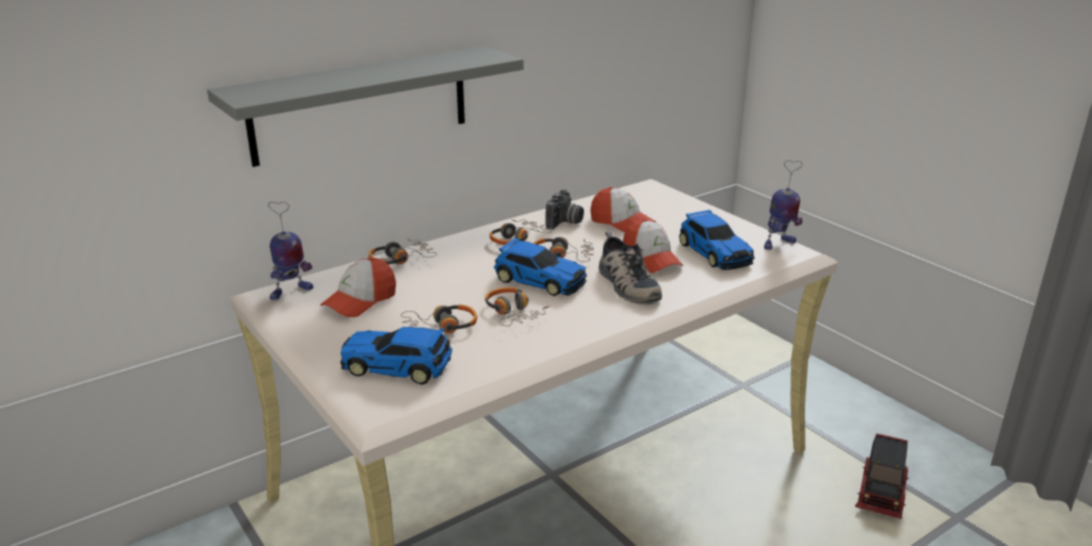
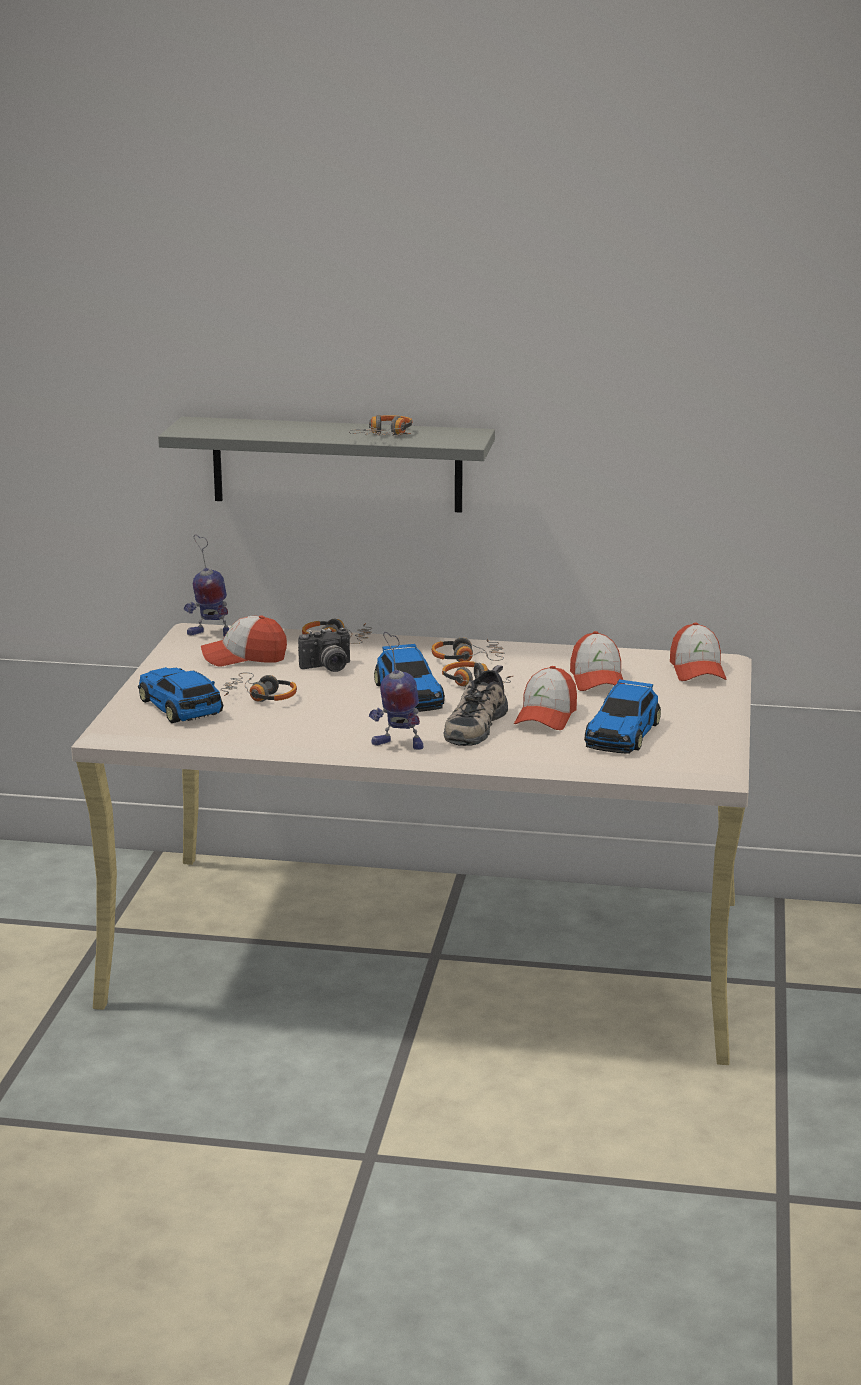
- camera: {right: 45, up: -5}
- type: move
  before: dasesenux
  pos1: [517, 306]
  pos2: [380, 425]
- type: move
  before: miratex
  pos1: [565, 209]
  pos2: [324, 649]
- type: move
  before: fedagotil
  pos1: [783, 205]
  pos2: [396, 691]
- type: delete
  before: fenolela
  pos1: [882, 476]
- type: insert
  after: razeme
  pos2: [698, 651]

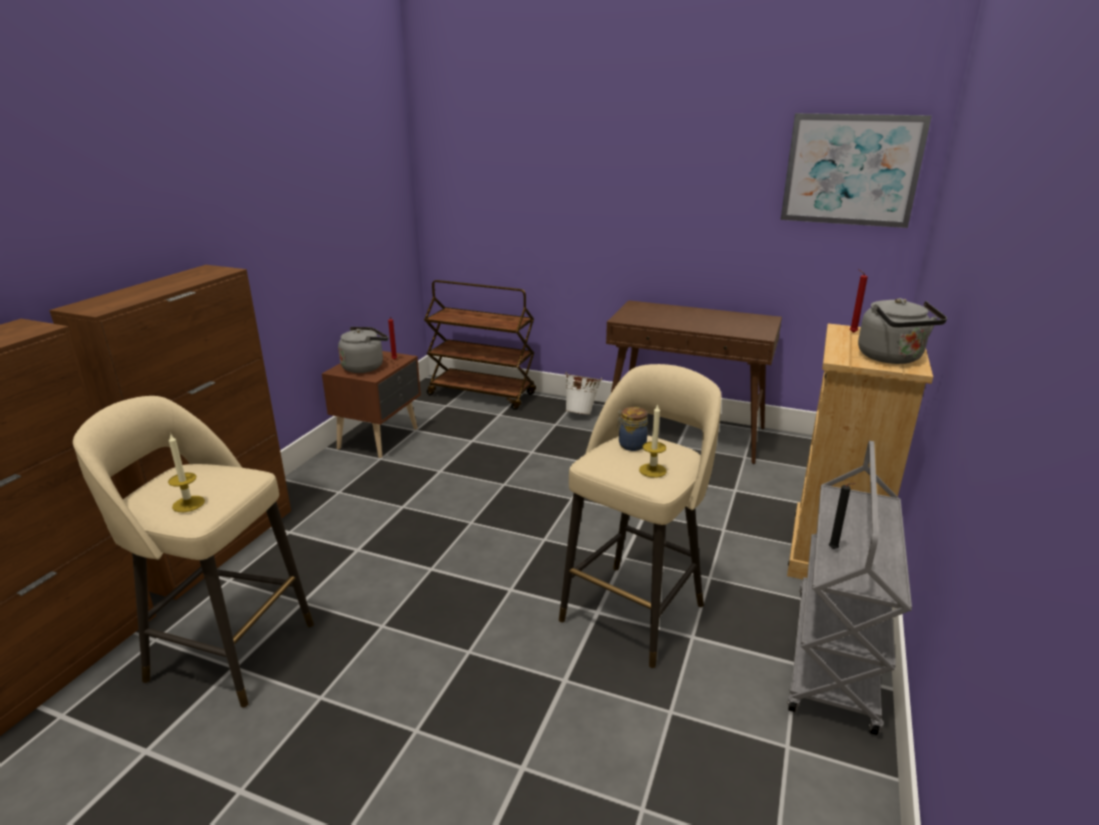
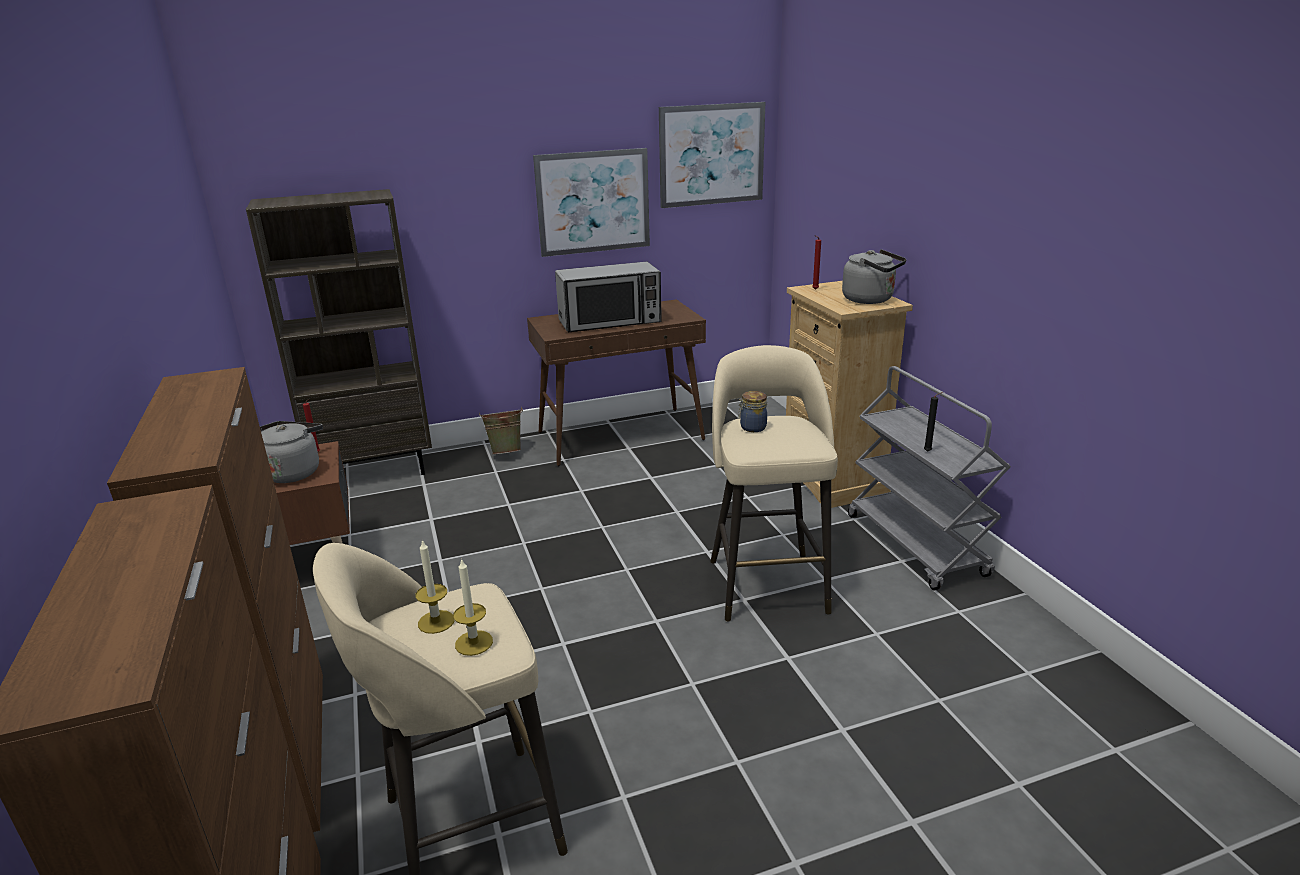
- camera: {right: -40, up: 0}
- type: replace
  before: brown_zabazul
  after: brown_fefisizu
  pos1: [480, 345]
  pos2: [339, 332]
- type: recolor
  before: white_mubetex
  after: green_mubetex
  pos1: [583, 393]
  pos2: [501, 431]
- type: move
  before: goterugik
  pos1: [653, 441]
  pos2: [435, 586]
- type: insert
  after: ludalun
  pos2: [591, 202]
- type: insert
  after: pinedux
  pos2: [608, 297]

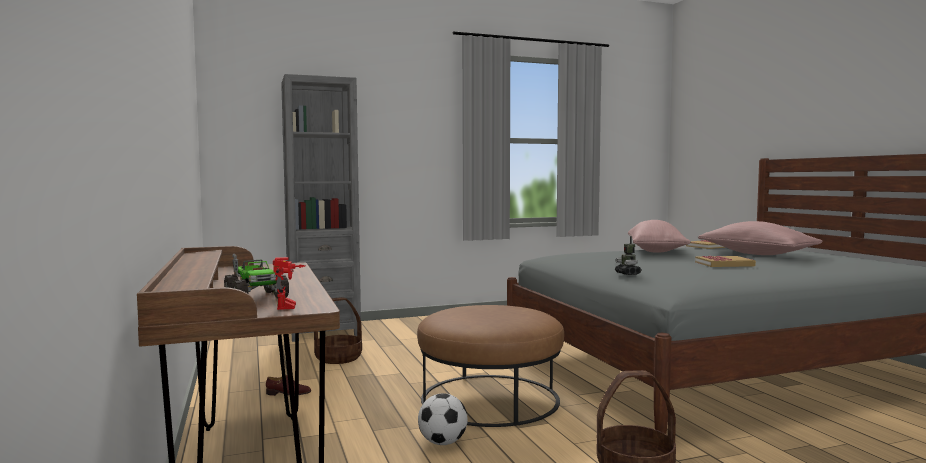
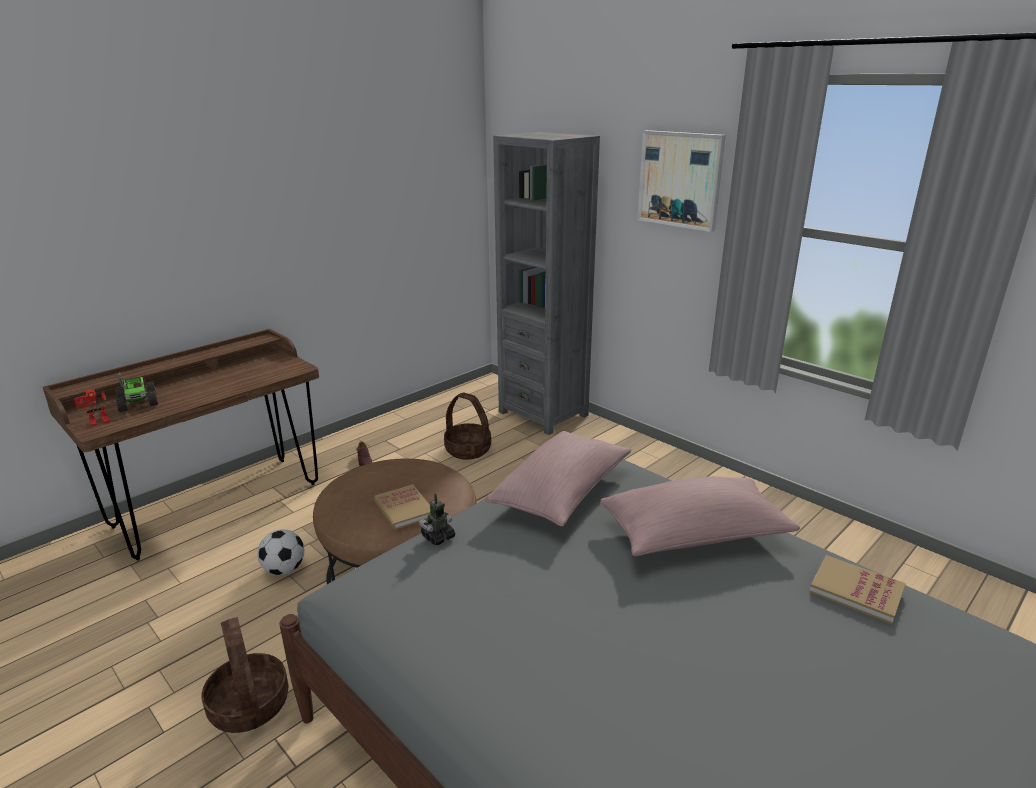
- camera: {right: 65, up: 20}
- type: rotate
  before: fenolela
  pos1: [256, 276]
  pos2: [136, 392]
  turn: -60
- type: move
  before: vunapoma
  pos1: [725, 261]
  pos2: [402, 507]
- type: move
  before: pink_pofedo
  pos1: [760, 238]
  pos2: [558, 478]
- type: insert
  after: ludalun
  pos2: [681, 181]

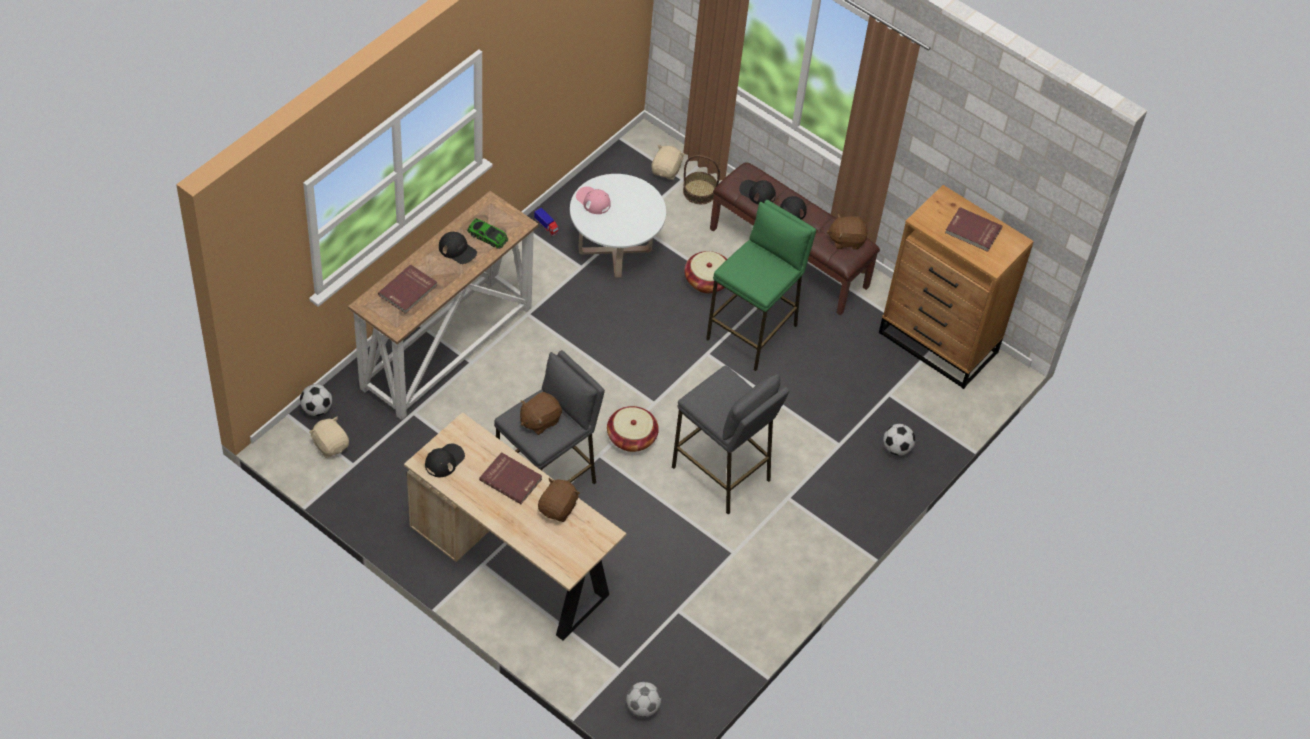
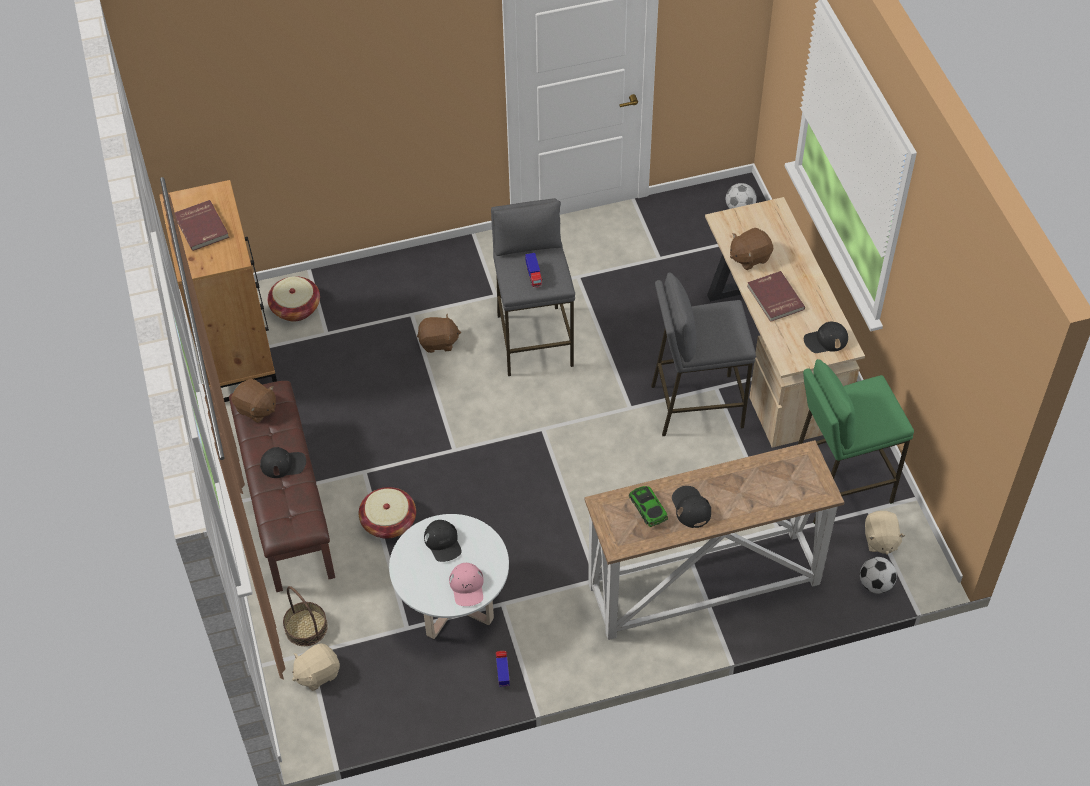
- camera: {right: -140, up: 0}
- type: delete
  before: red_vunapoma
  pos1: [407, 289]
- type: move
  before: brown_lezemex
  pos1: [541, 413]
  pos2: [439, 333]
- type: move
  before: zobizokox
  pos1: [633, 429]
  pos2: [293, 298]
- type: move
  before: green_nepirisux
  pos1: [761, 285]
  pos2: [856, 441]
- type: move
  before: black_razeme
  pos1: [757, 192]
  pos2: [443, 541]
- type: delete
  before: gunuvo
  pos1: [899, 440]
- type: insert
  after: fenolela
  pos2: [534, 270]

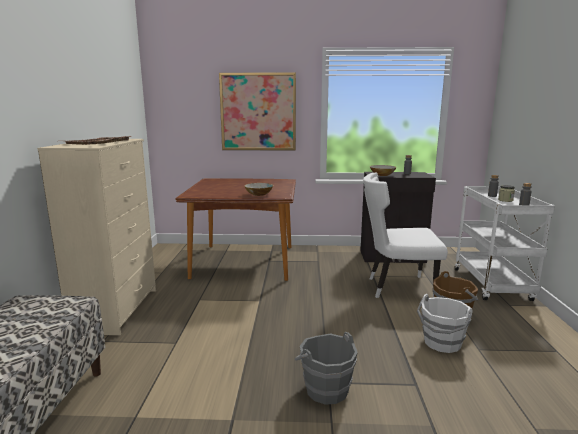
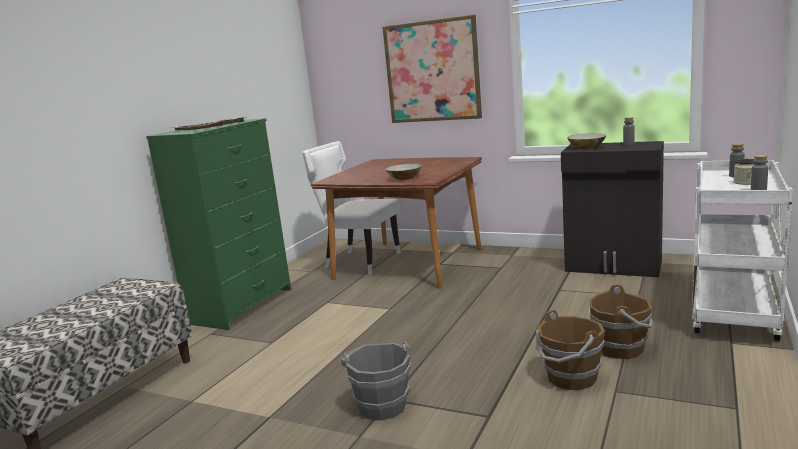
- camera: {right: 25, up: 0}
- type: recolor
  before: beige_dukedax
  after: green_dukedax
  pos1: [96, 237]
  pos2: [218, 224]
- type: move
  before: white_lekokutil
  pos1: [405, 235]
  pos2: [351, 207]
- type: recolor
  before: white_mubetex
  after: brown_mubetex
  pos1: [445, 323]
  pos2: [570, 350]

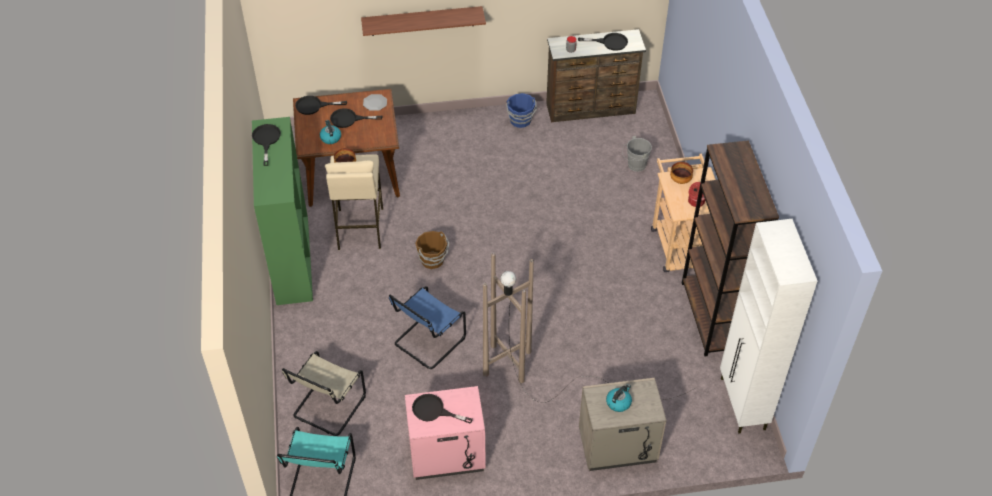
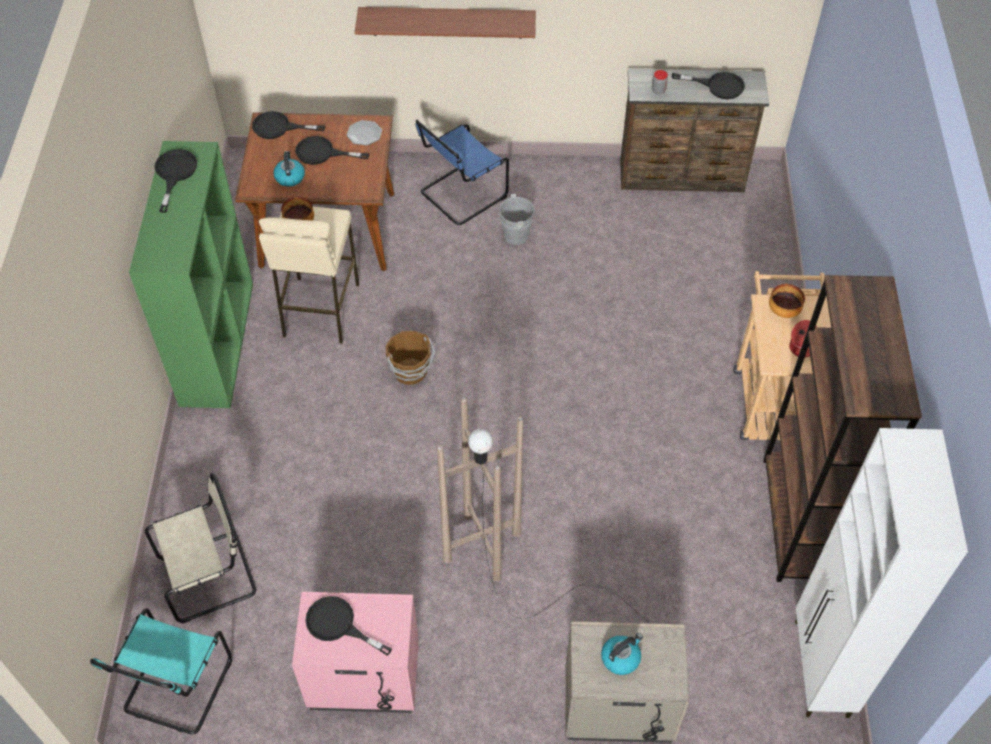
- camera: {right: 10, up: 5}
- type: rotate
  before: beige_lekokutil
  pos1: [324, 393]
  pos2: [200, 548]
  turn: -150
- type: move
  before: blue_lekokutil
  pos1: [427, 327]
  pos2: [462, 172]
- type: delete
  before: blue_mubetex
  pos1: [521, 110]
- type: move
  before: grey_mubetex
  pos1: [637, 154]
  pos2: [514, 219]

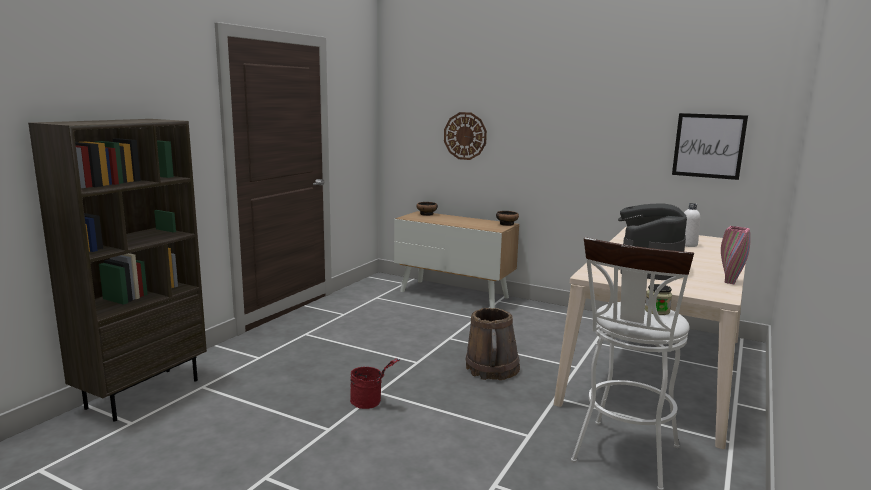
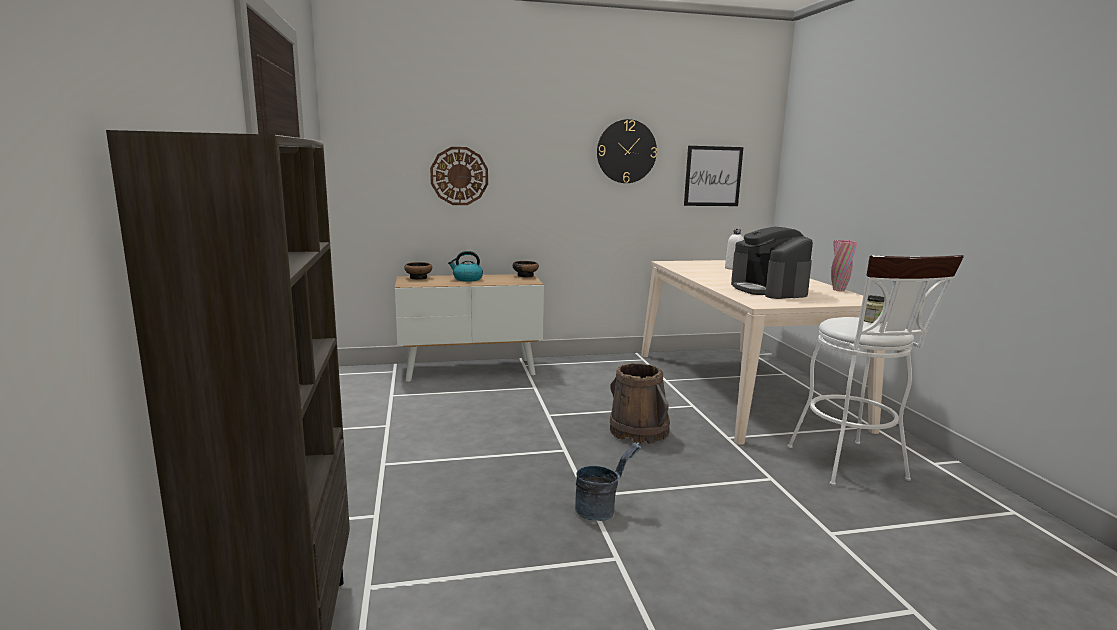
- camera: {right: -40, up: 0}
- type: recolor
  before: red_mubetex
  after: grey_mubetex
  pos1: [375, 383]
  pos2: [608, 481]
- type: insert
  after: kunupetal
  pos2: [465, 266]
- type: insert
  after: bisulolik
  pos2: [627, 151]

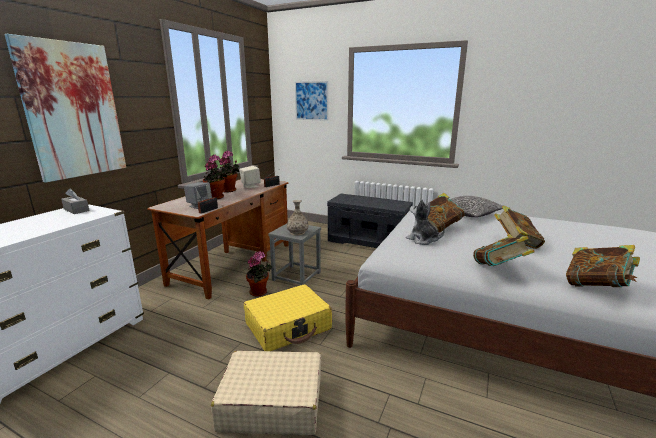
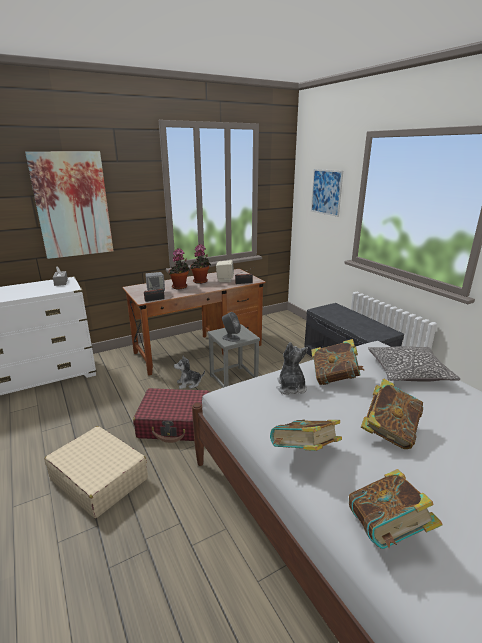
- camera: {right: 35, up: 5}
- type: recolor
  before: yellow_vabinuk
  after: red_vabinuk
  pos1: [288, 317]
  pos2: [171, 415]
- type: replace
  before: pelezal
  after: lezemex
  pos1: [259, 274]
  pos2: [189, 372]
- type: replace
  before: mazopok
  after: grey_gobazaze
  pos1: [298, 217]
  pos2: [231, 327]

